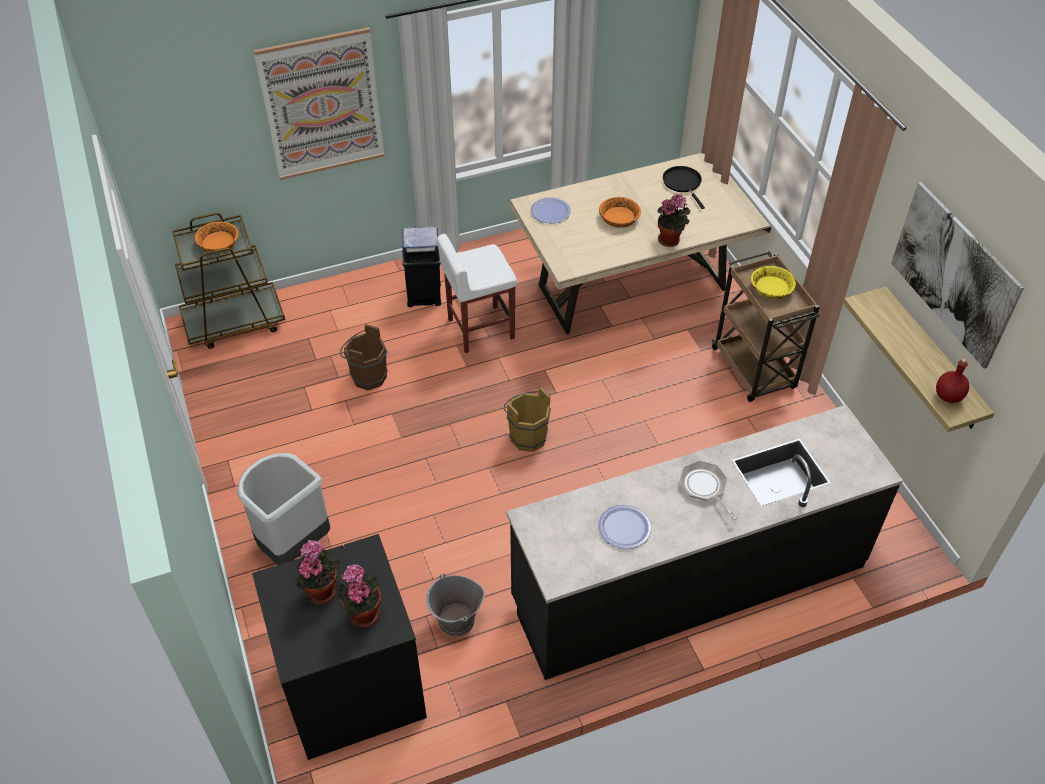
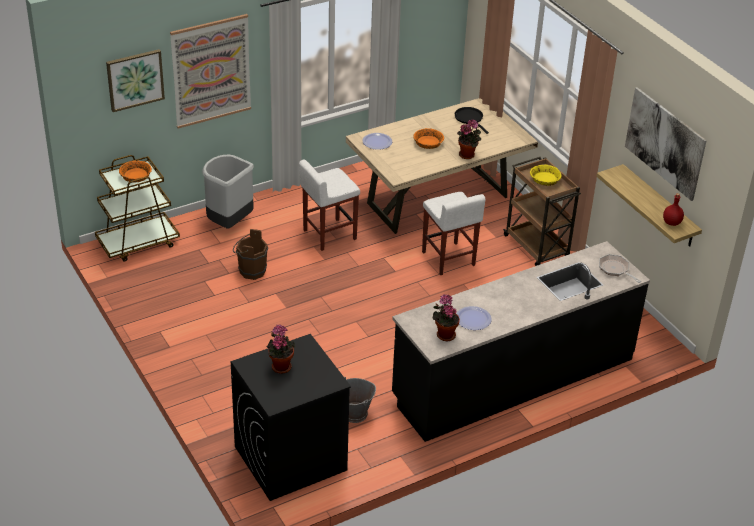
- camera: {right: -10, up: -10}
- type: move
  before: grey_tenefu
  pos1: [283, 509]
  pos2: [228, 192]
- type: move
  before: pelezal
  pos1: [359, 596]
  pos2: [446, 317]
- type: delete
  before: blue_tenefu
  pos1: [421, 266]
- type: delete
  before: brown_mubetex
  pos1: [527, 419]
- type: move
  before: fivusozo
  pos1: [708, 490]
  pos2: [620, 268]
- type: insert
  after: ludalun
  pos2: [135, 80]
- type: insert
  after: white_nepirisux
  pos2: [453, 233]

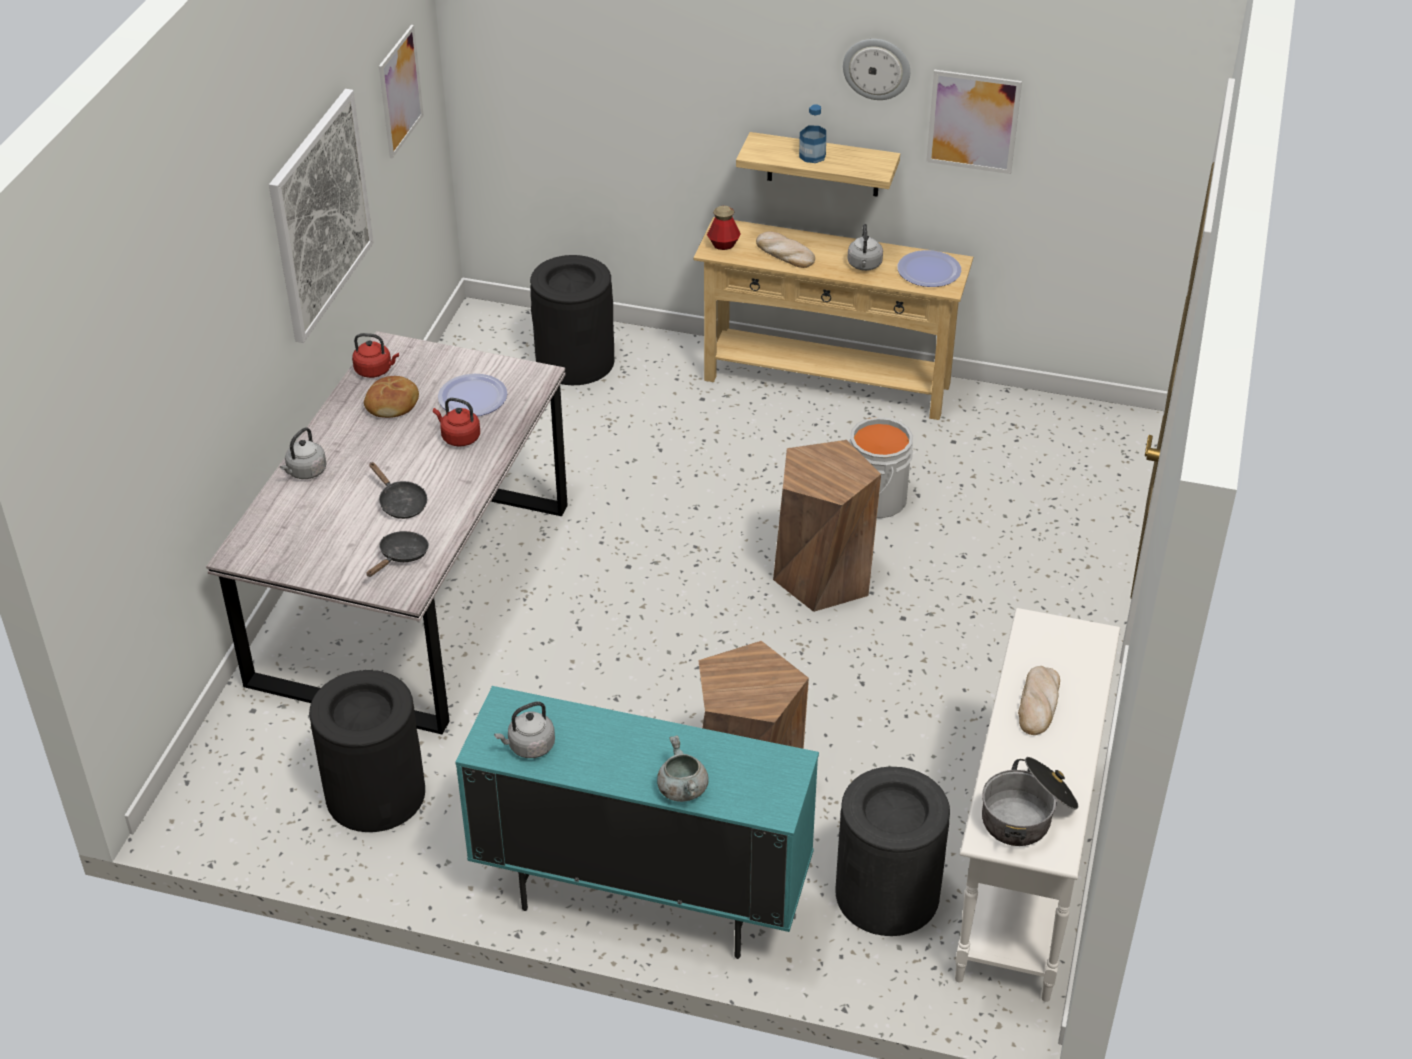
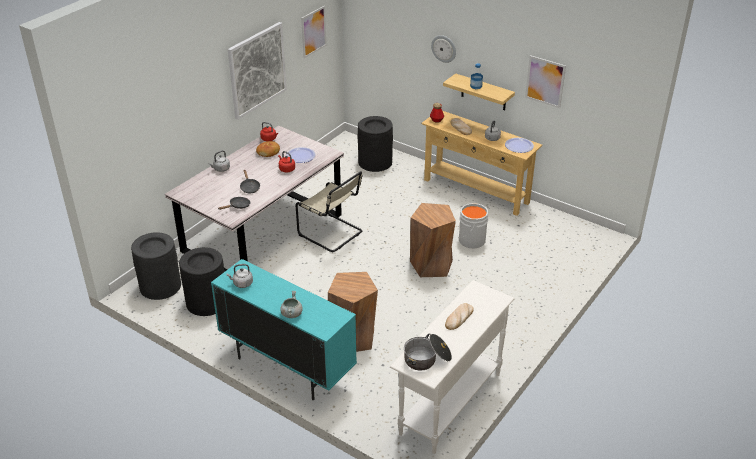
- camera: {right: 20, up: -5}
- type: move
  before: black_tenefu
  pos1: [892, 851]
  pos2: [156, 266]
- type: move
  before: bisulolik
  pos1: [876, 69]
  pos2: [443, 49]
- type: insert
  after: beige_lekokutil
  pos2: [329, 211]

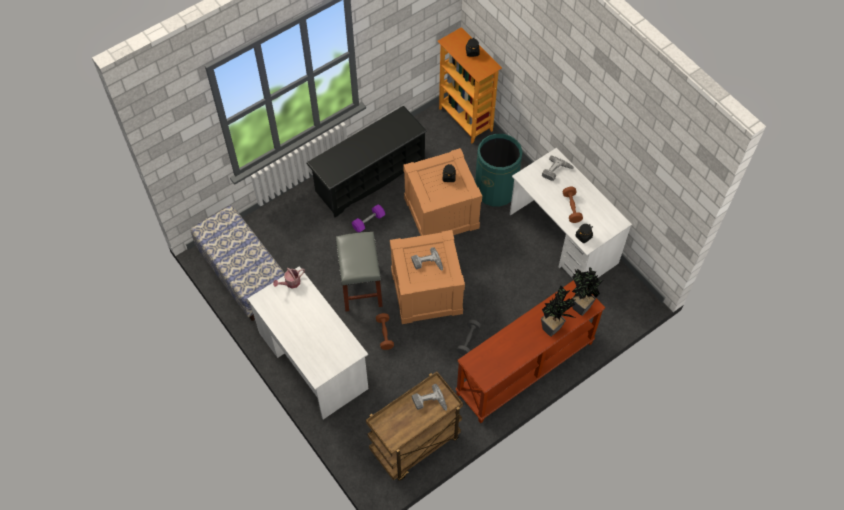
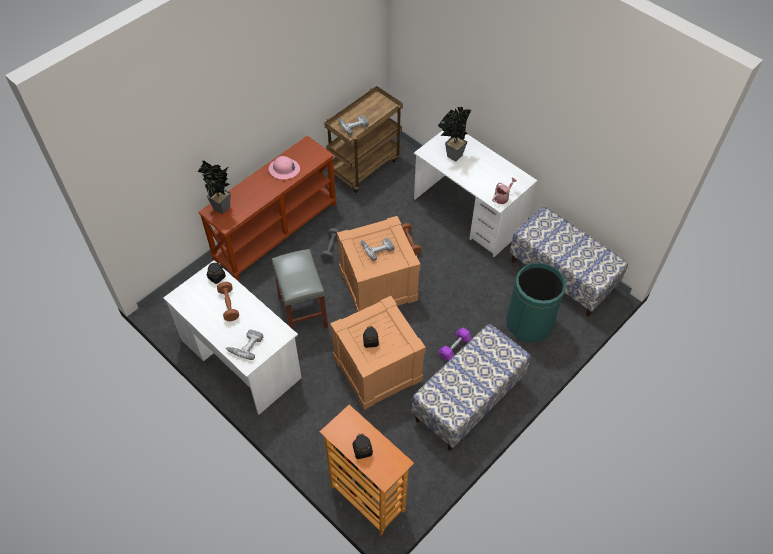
- camera: {right: 170, up: -5}
- type: replace
  before: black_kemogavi
  after: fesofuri
  pos1: [366, 161]
  pos2: [471, 387]
- type: move
  before: grey_nepirisux
  pos1: [359, 272]
  pos2: [300, 289]
- type: move
  before: green_tenefu
  pos1: [498, 170]
  pos2: [536, 302]
- type: move
  before: pelezal
  pos1: [558, 311]
  pos2: [454, 134]
- type: insert
  after: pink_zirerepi
  pos2: [284, 167]

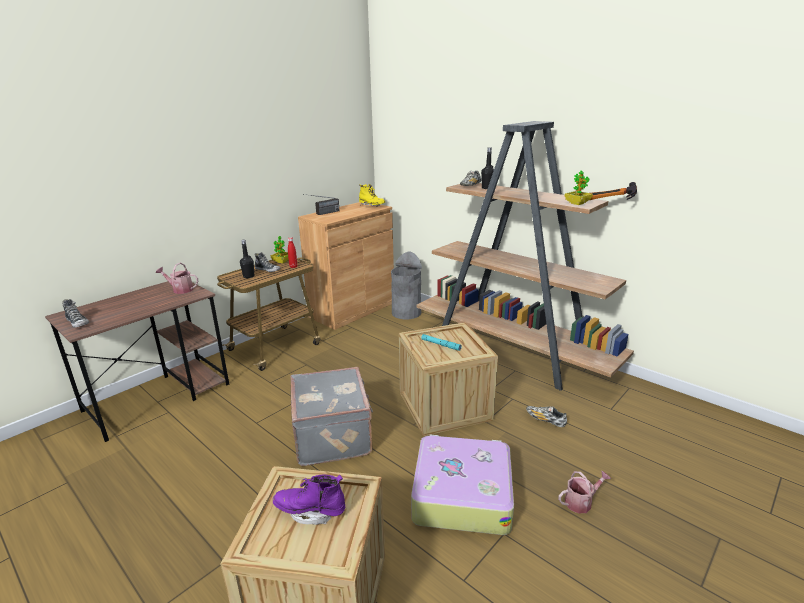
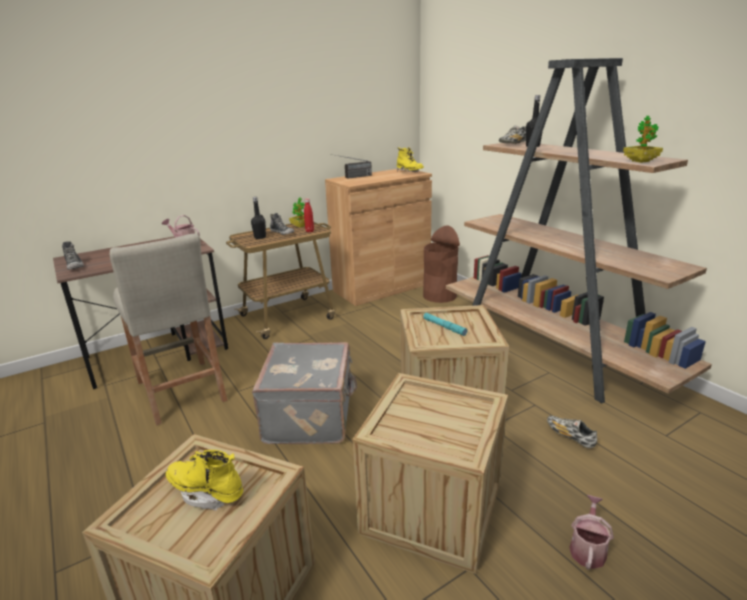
- camera: {right: 15, up: 0}
- type: recolor
  before: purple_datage
  after: yellow_datage
  pos1: [309, 500]
  pos2: [204, 480]
- type: recolor
  before: grey_tenefu
  after: brown_tenefu
  pos1: [406, 285]
  pos2: [441, 264]
- type: replace
  before: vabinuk
  after: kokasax
  pos1: [462, 485]
  pos2: [430, 473]
- type: rotate
  before: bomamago
  pos1: [584, 492]
  pos2: [591, 532]
  turn: -60
- type: delete
  before: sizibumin
  pos1: [614, 191]
- type: insert
  after: beige_nepirisux
  pos2: [168, 330]

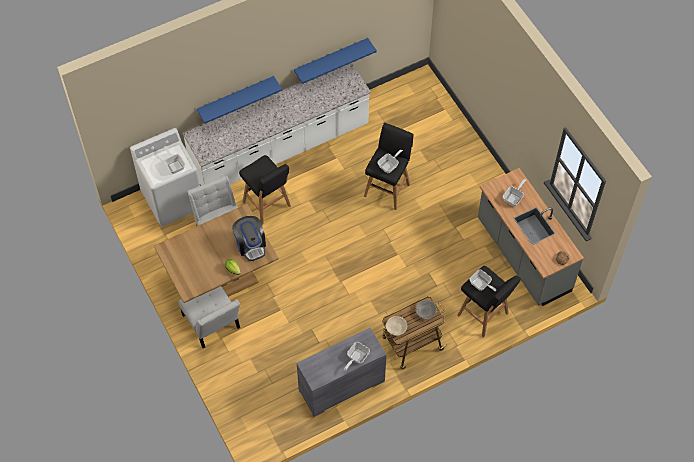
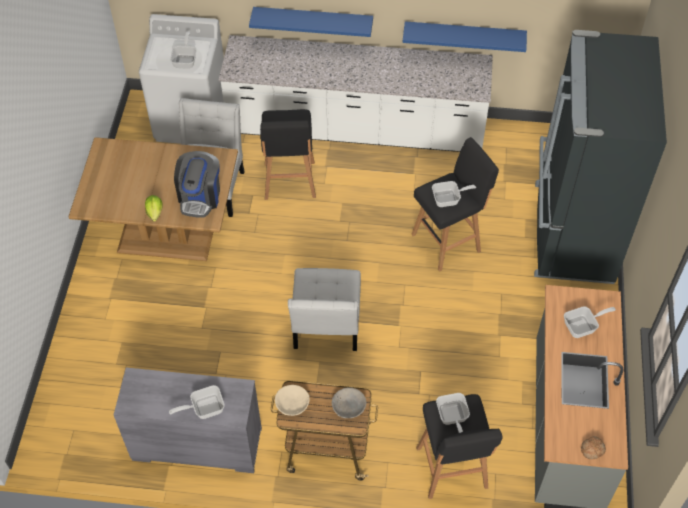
- camera: {right: 35, up: -5}
- type: move
  before: white_lekokutil
  pos1: [209, 317]
  pos2: [324, 309]
- type: insert
  after: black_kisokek
  pos2: [600, 157]

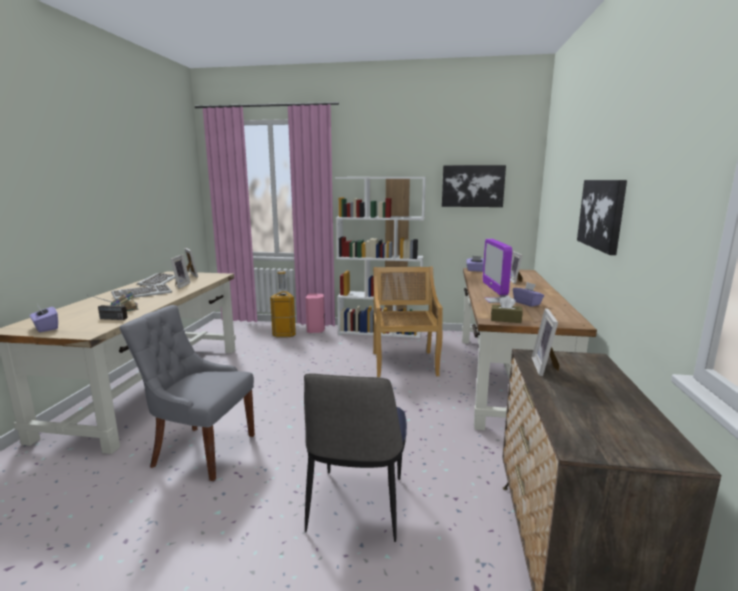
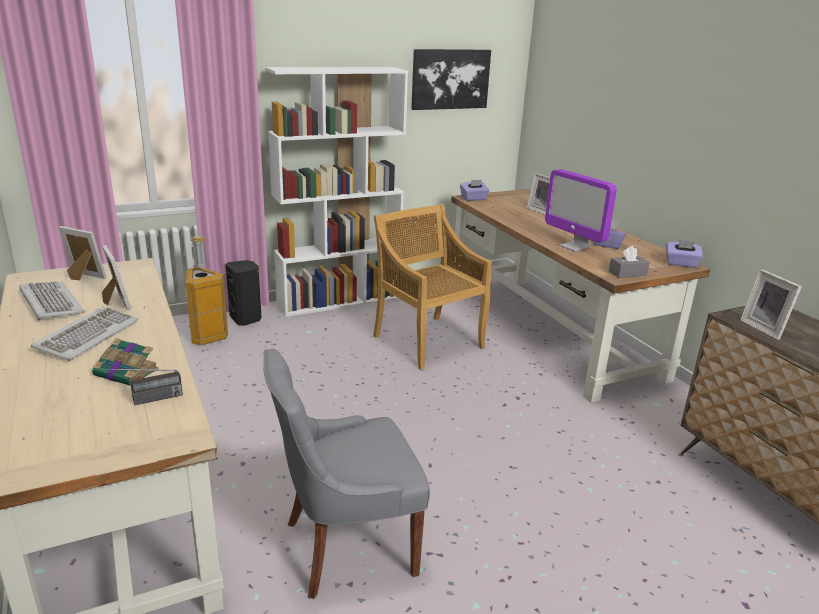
- camera: {right: -35, up: 10}
- type: move
  before: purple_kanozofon
  pos1: [44, 318]
  pos2: [684, 253]
- type: delete
  before: lekokutil
  pos1: [355, 457]
- type: recolor
  before: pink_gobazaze
  after: black_gobazaze
  pos1: [315, 313]
  pos2: [244, 293]
- type: recolor
  before: brown_kanozofon
  after: grey_kanozofon
  pos1: [507, 309]
  pos2: [629, 262]
- type: delete
  before: ludalun
  pos1: [602, 217]

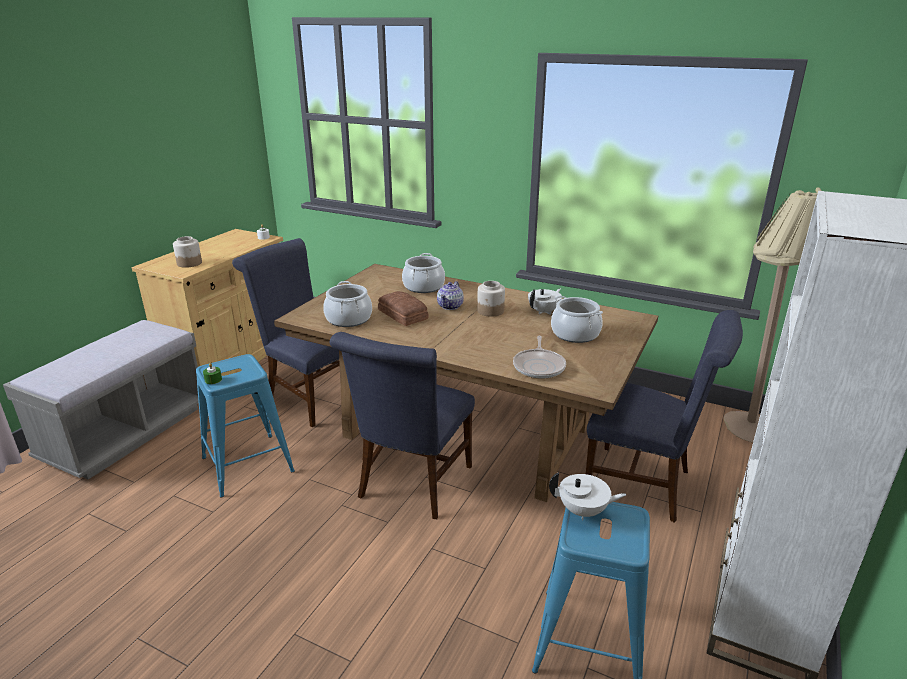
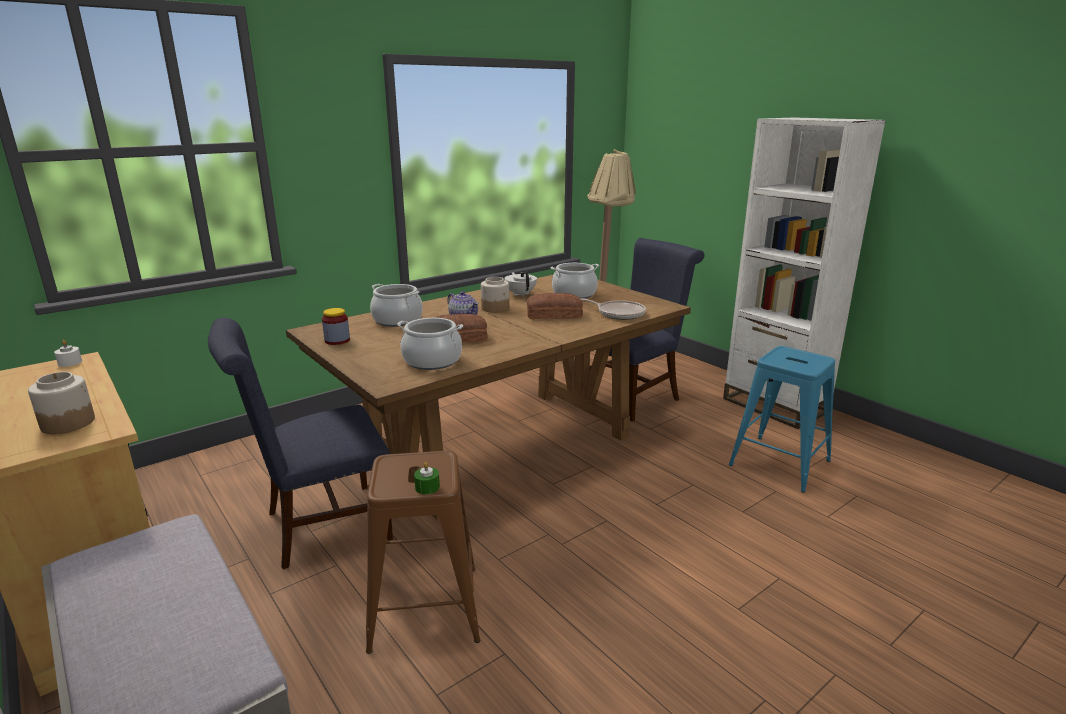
- camera: {right: -65, up: -5}
- type: recolor
  before: blue_nepirisux
  after: brown_nepirisux
  pos1: [245, 426]
  pos2: [423, 552]
- type: delete
  before: blue_lekokutil
  pos1: [402, 425]
- type: delete
  before: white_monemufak
  pos1: [587, 496]
- type: insert
  after: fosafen
  pos2: [336, 326]
- type: insert
  after: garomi
  pos2: [555, 306]

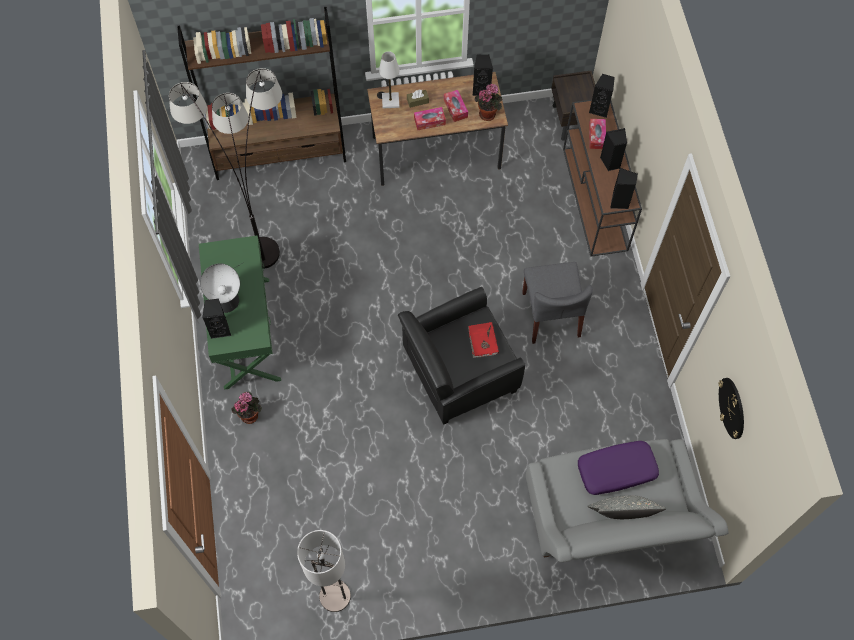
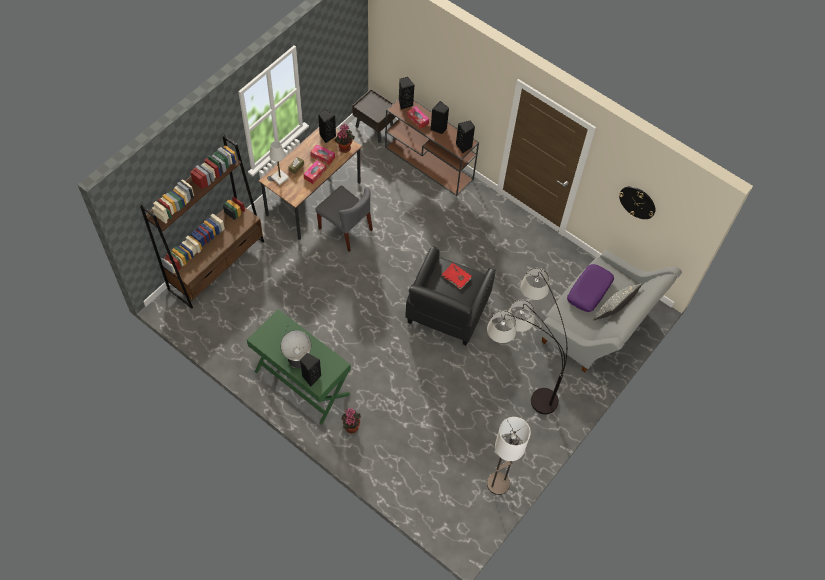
- camera: {right: -45, up: -5}
- type: move
  before: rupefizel
  pos1: [225, 168]
  pos2: [527, 341]
- type: move
  before: grey_lekokutil
  pos1: [557, 303]
  pos2: [344, 219]

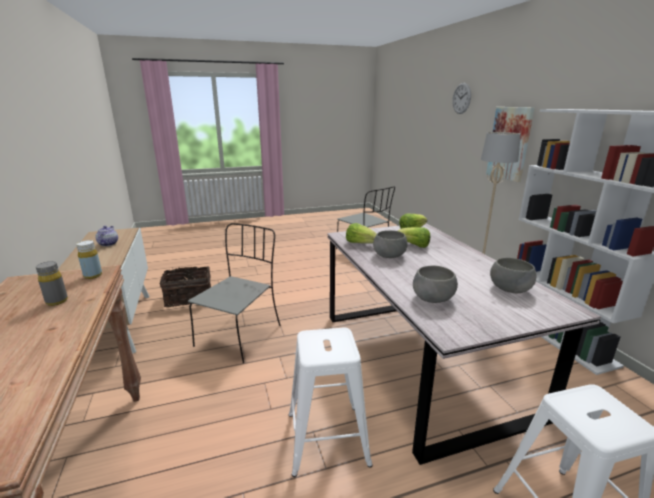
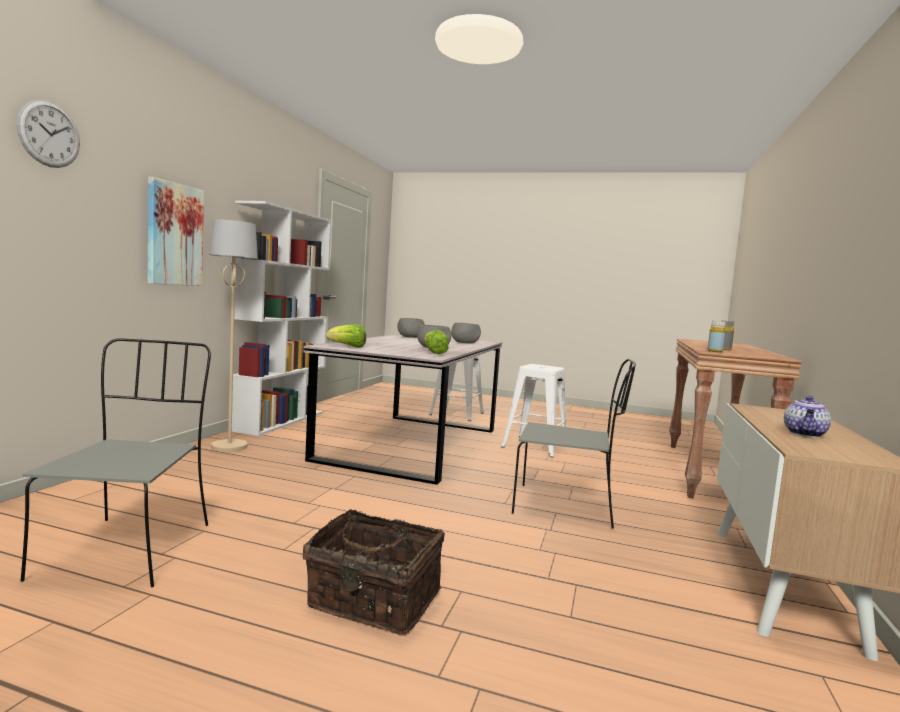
- camera: {right: -145, up: -15}
- type: move
  before: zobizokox
  pos1: [185, 287]
  pos2: [374, 572]
- type: rotate
  before: grey_lekokutil
  pos1: [234, 293]
  pos2: [574, 444]
  turn: -135
- type: delete
  before: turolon
  pos1: [414, 237]

